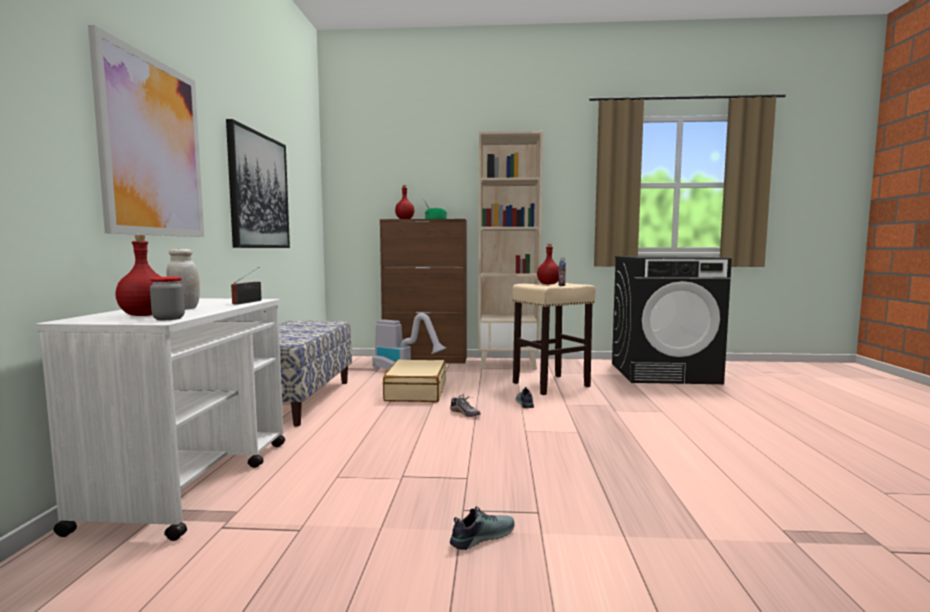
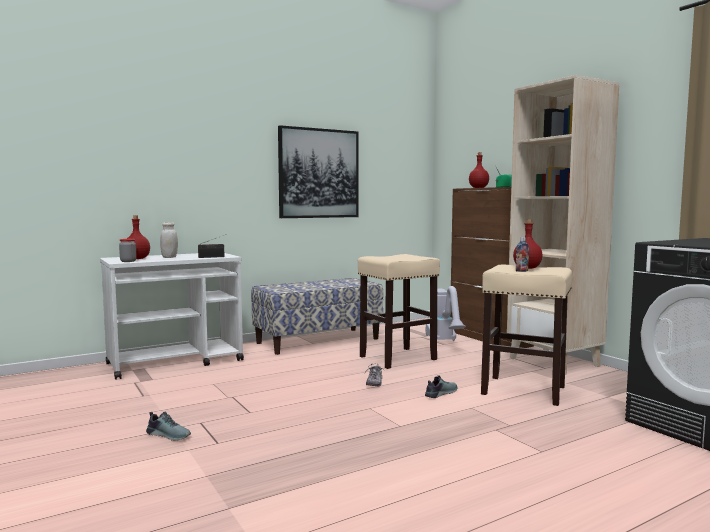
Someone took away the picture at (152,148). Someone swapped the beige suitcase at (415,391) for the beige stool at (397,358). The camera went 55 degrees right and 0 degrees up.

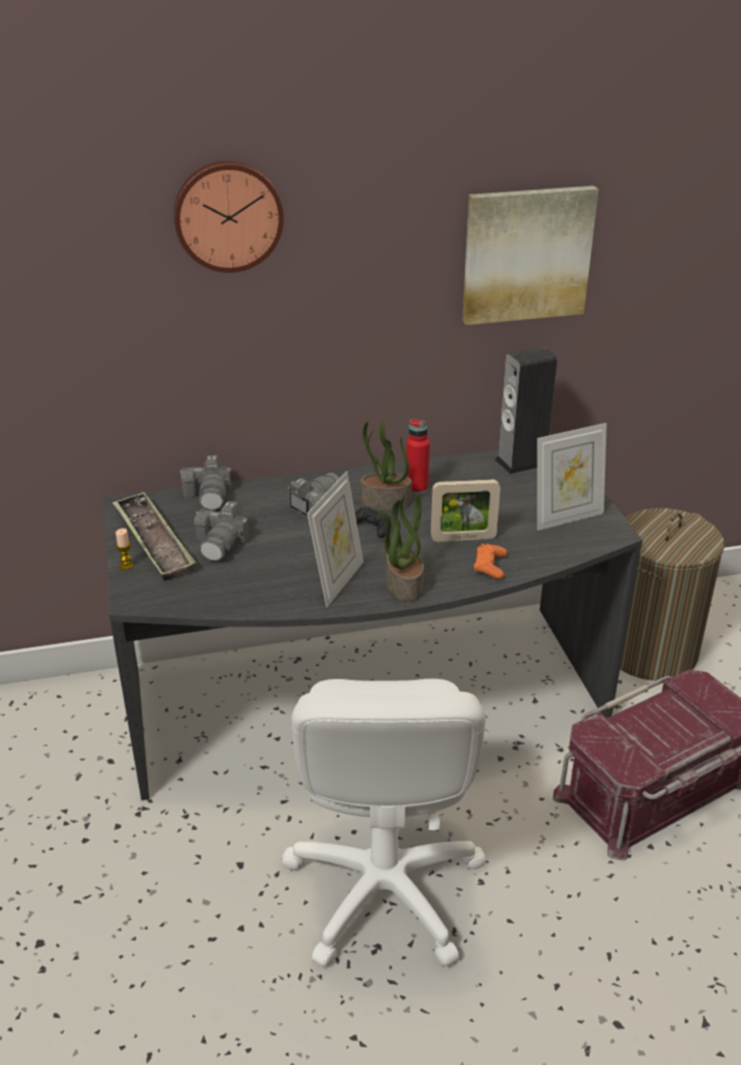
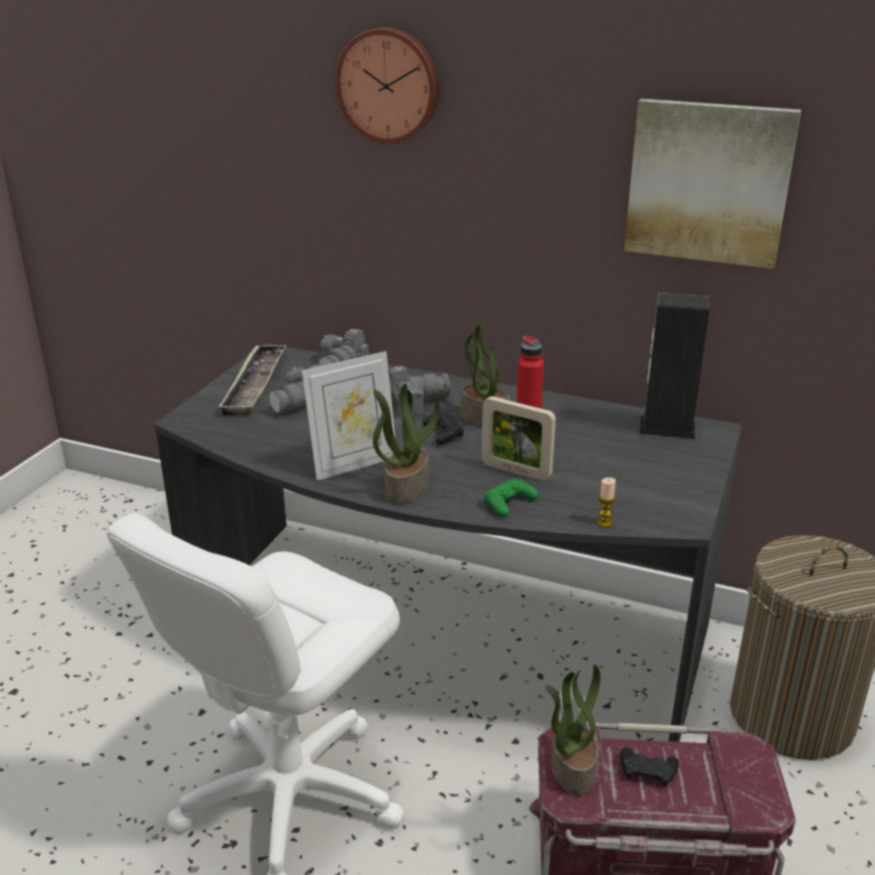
Someone took away the picture frame at (566,518). Someone put down the potted plant at (571,768). Someone put down the black game controller at (647,771). Someone carried the candle from (126,565) to (604,522). Someone repainted the orange game controller at (490,566), which became the green game controller at (509,503). The camera went 35 degrees right and 5 degrees down.

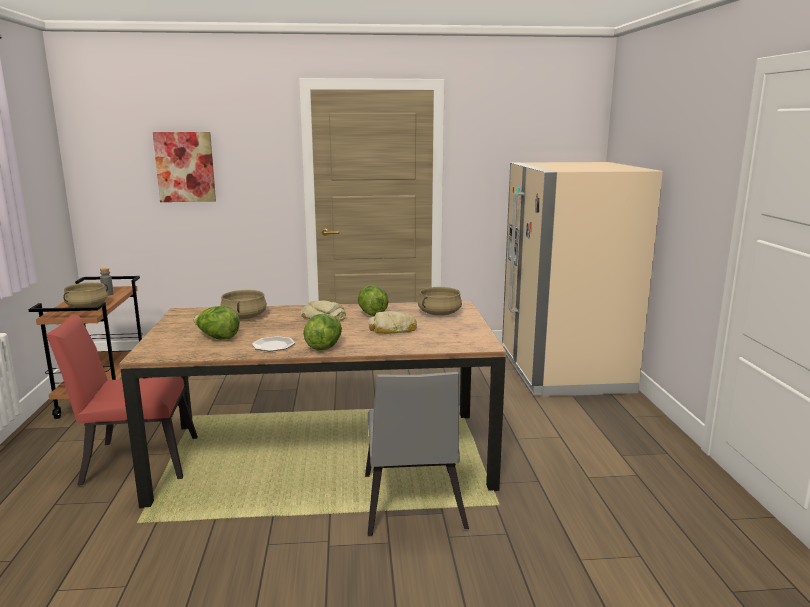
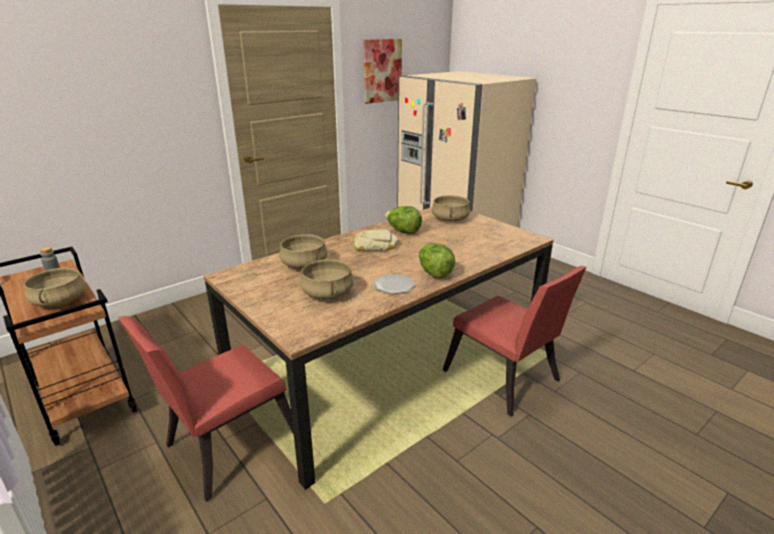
Someone took away the bread at (392,329). Someone carried the picture from (185,167) to (382,71). Someone swapped the lettuce at (217,338) for the beige cooking pot at (328,293). Someone repainted the grey chair at (411,506), which became the red chair at (505,380). The camera went 35 degrees left and 10 degrees up.

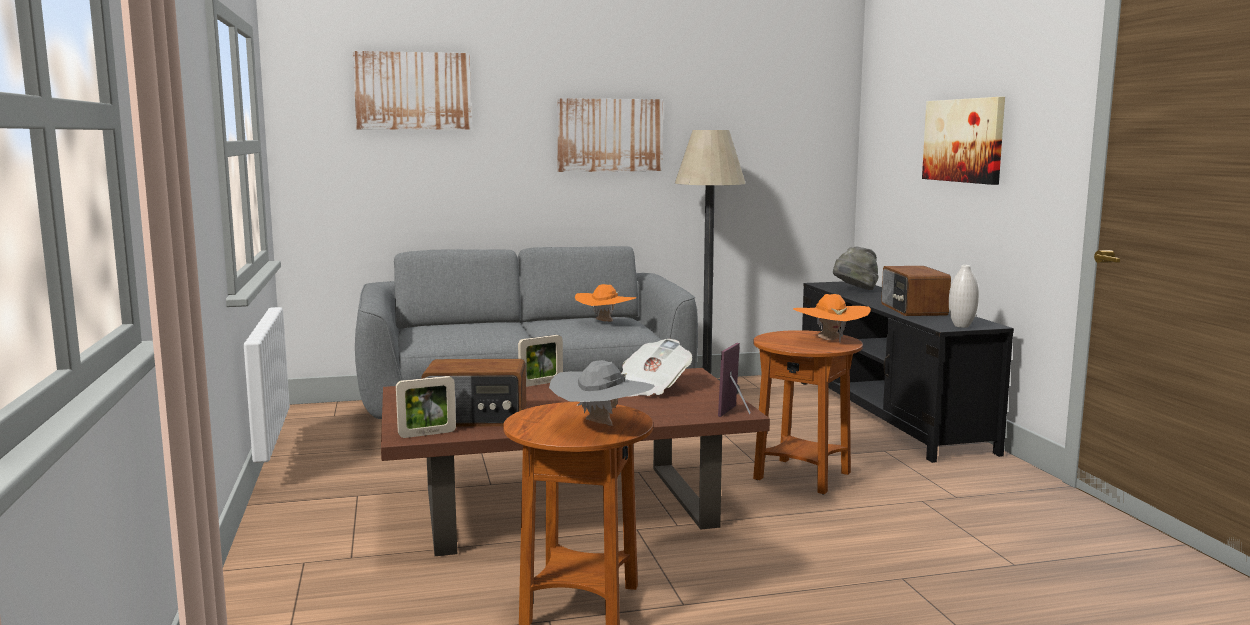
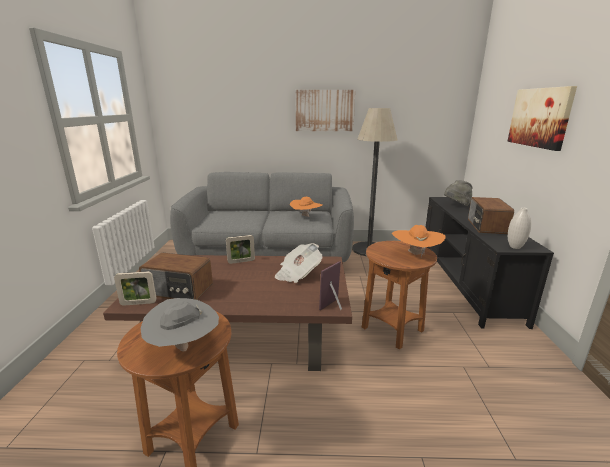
Someone took away the picture at (413,91). The camera went 15 degrees right and 10 degrees up.

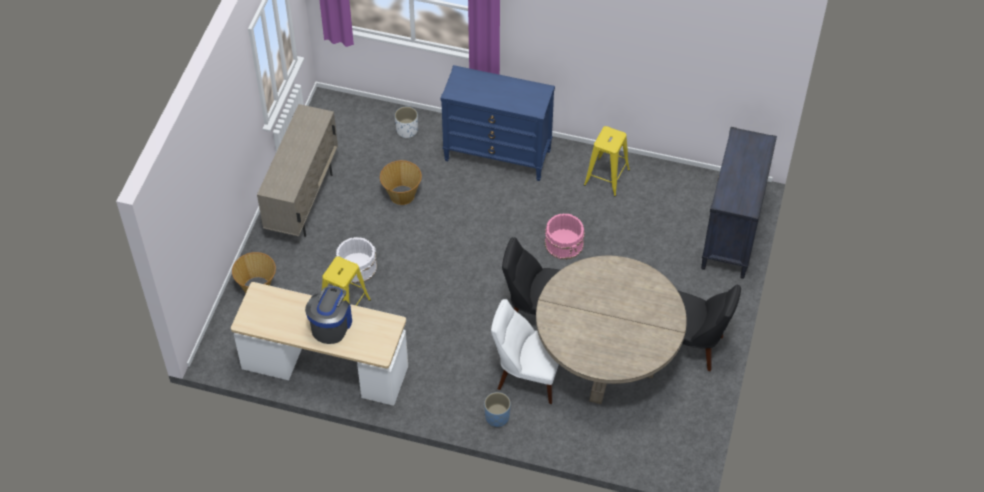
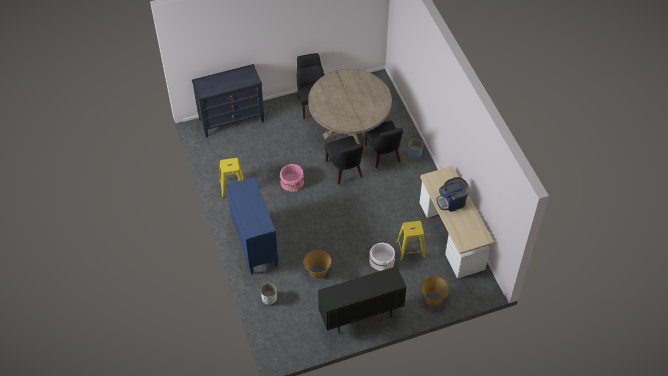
Someone repainted the beige cabinet at (303,201), which became the black cabinet at (360,316). Someone repainted the white chair at (527,376), which became the black chair at (383,154). The camera went 125 degrees left and 0 degrees up.

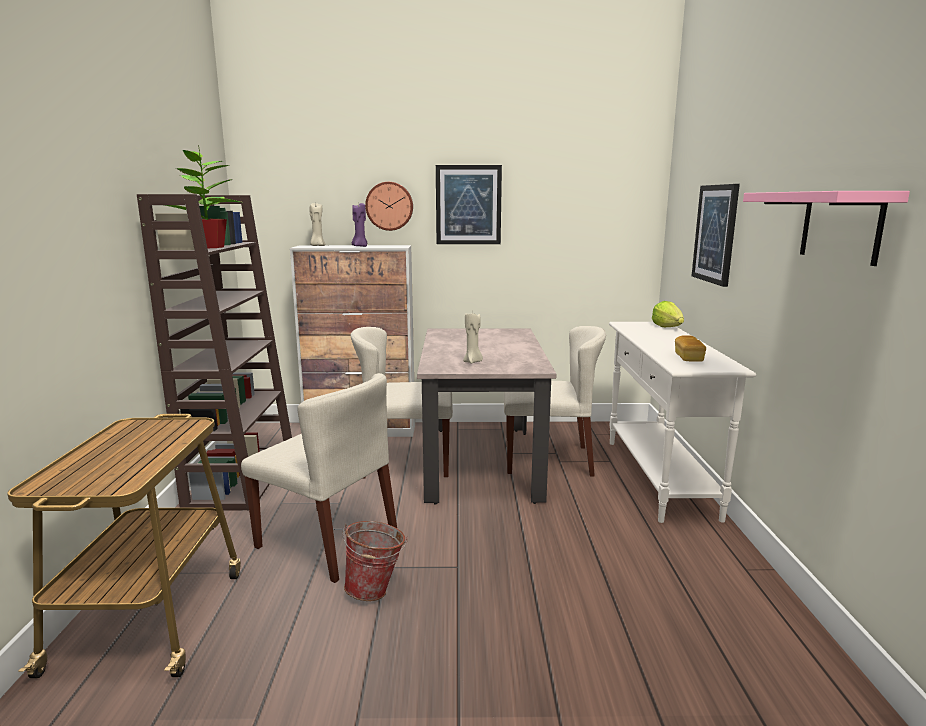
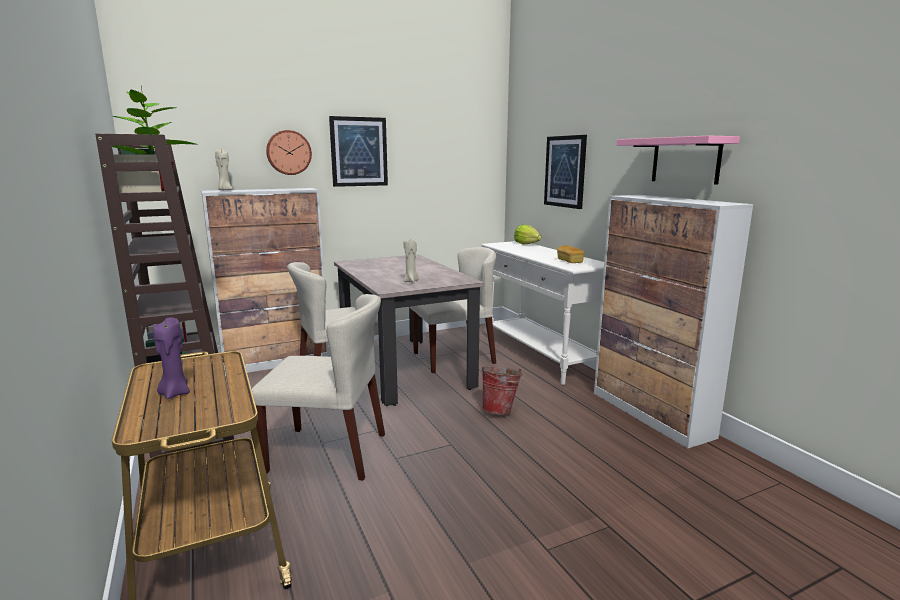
Someone put down the cabinet at (651,414). Someone carried the bucket from (376,591) to (501,410). Someone carried the purple candle from (360,246) to (175,393). The camera went 25 degrees left and 0 degrees up.

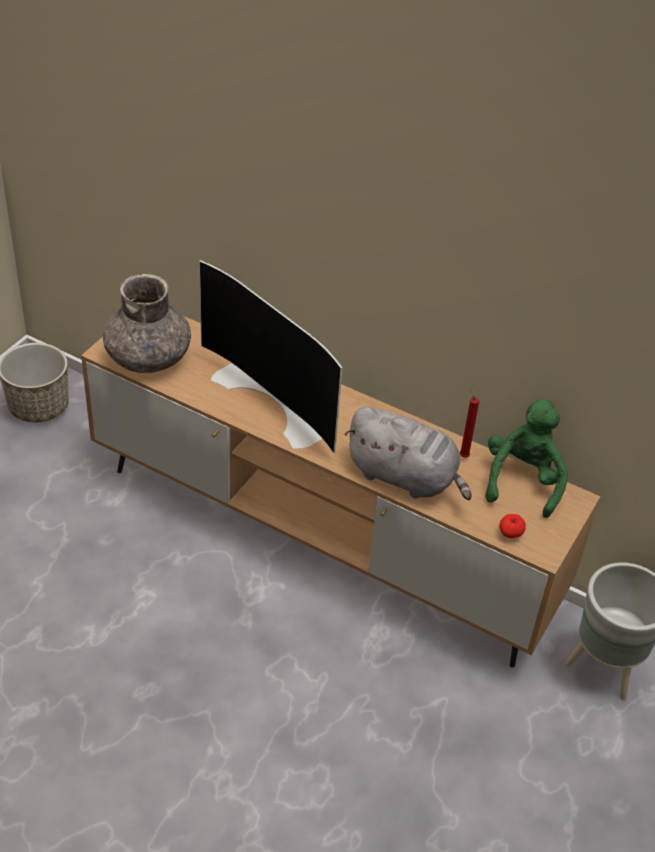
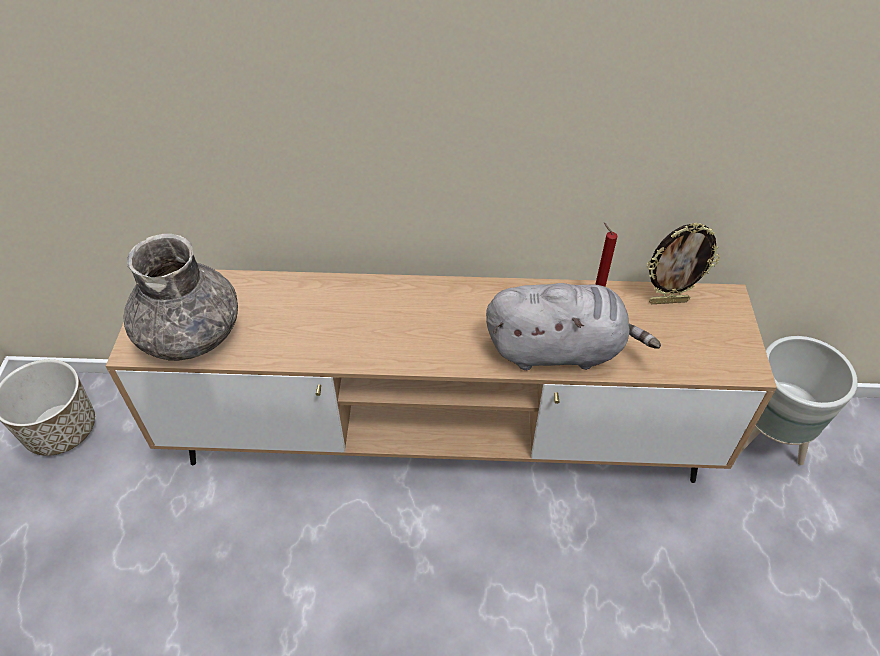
Someone took away the television at (276,400). Someone took away the apple at (510,534). Someone swapped the green plush toy at (522,481) for the picture frame at (668,301). The camera went 25 degrees left and 5 degrees up.

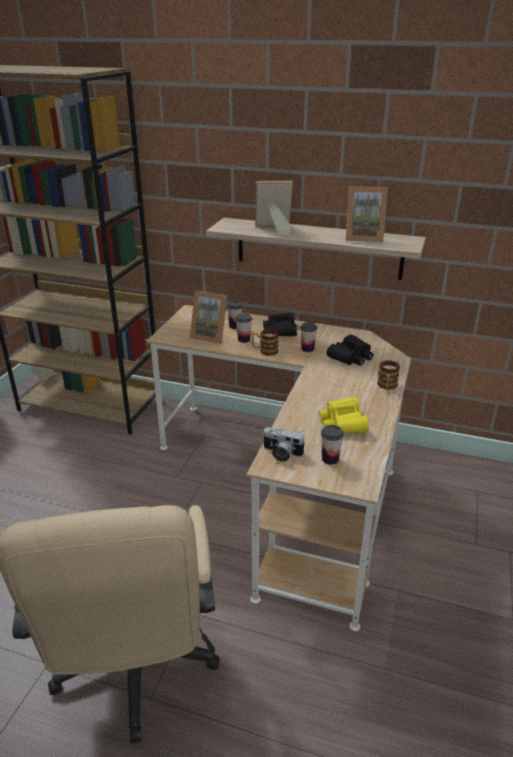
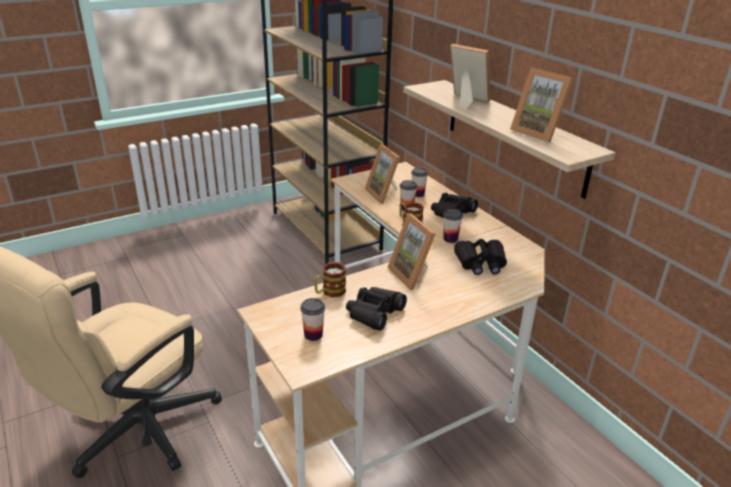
Someone took away the photo camera at (281,453). Someone put down the picture frame at (413,274). Someone carried the mug from (386,386) to (329,292). Someone repainted the yellow binoculars at (343,422), which became the black binoculars at (374,313). The camera went 40 degrees right and 0 degrees up.

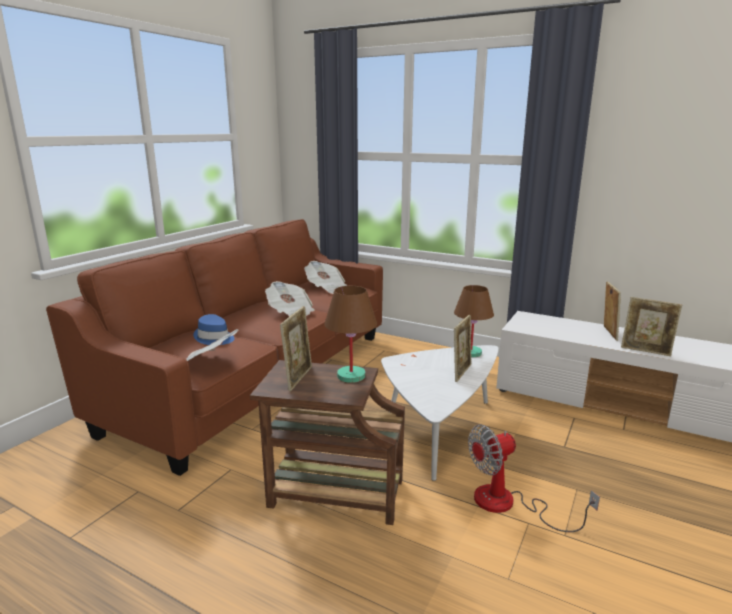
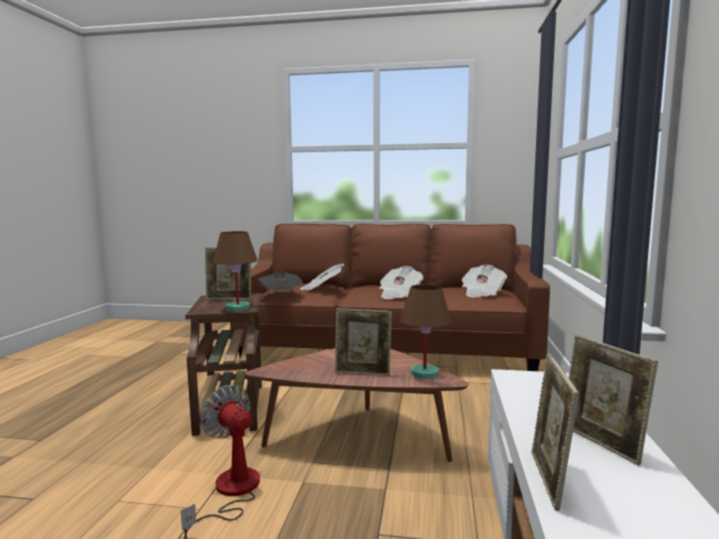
Someone swapped the blue hat at (214,338) for the newspaper at (321,289). Someone repainted the white coffee table at (438,429), which became the brown coffee table at (359,437). Someone rotated the picture frame at (608,333) by 75 degrees clockwise. The camera went 70 degrees right and 10 degrees down.

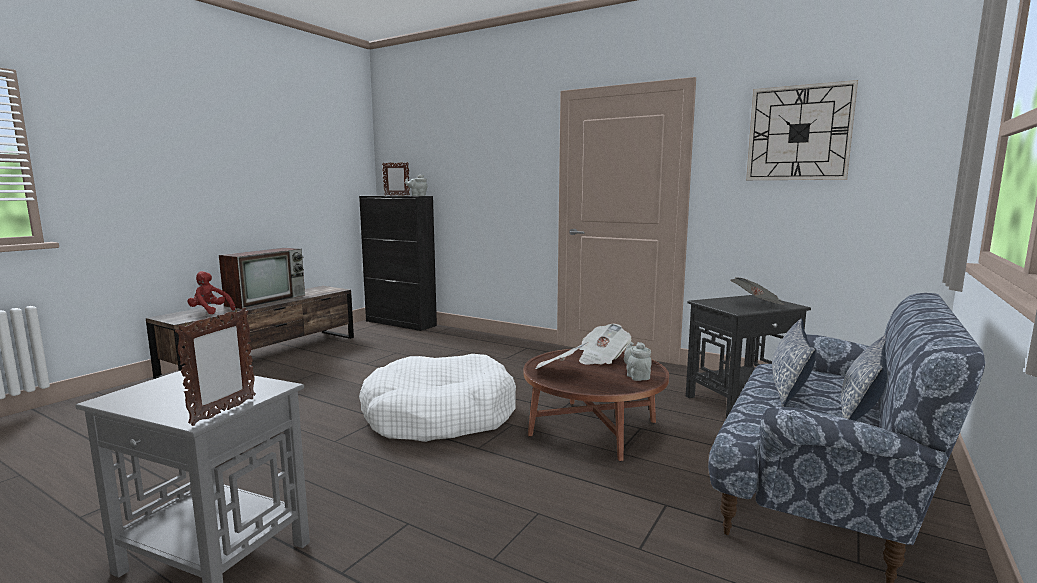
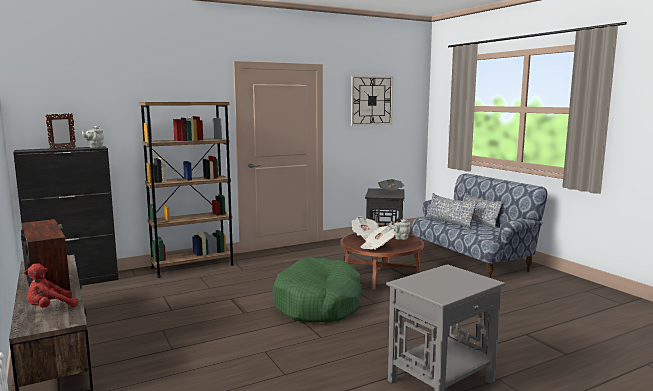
Someone took away the picture frame at (223,411). Someone put down the brown bookcase at (192,266). Someone repainted the white dog bed at (439,416), which became the green dog bed at (318,304). The camera went 60 degrees left and 0 degrees up.

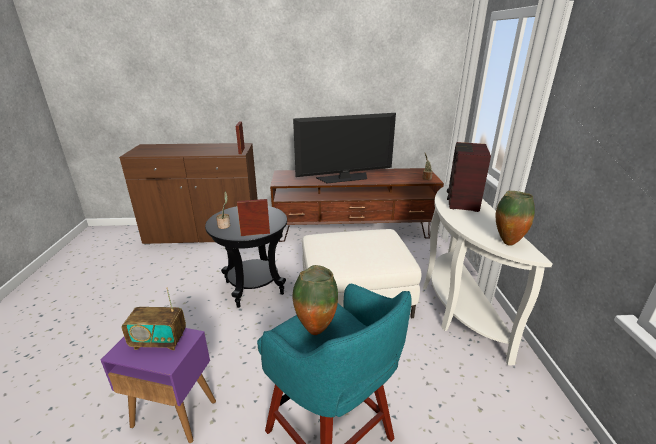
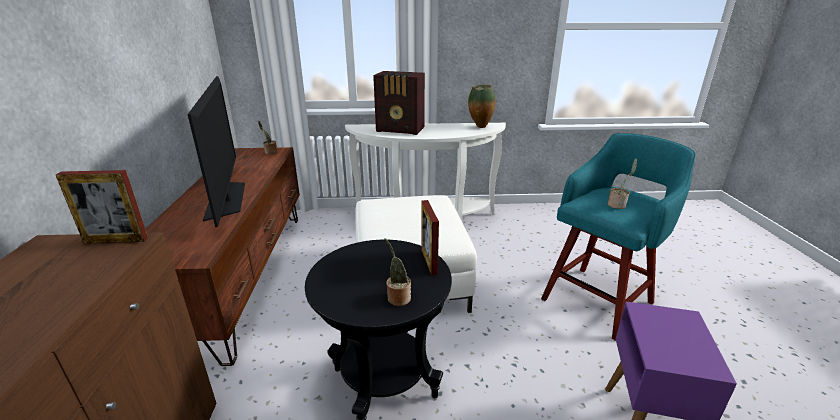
Someone took away the radio at (159,341). Someone swapped the vase at (315,329) for the potted plant at (617,205). The camera went 90 degrees left and 0 degrees up.

